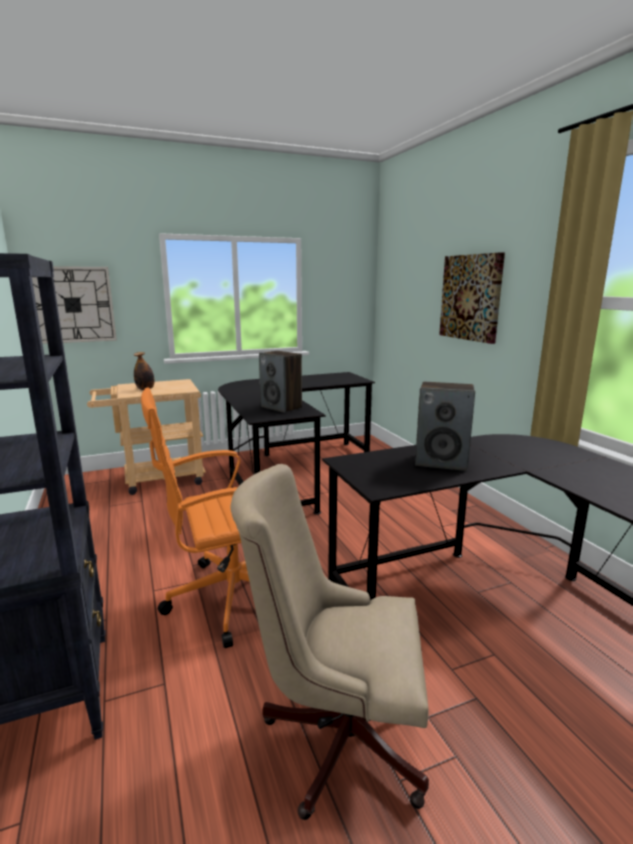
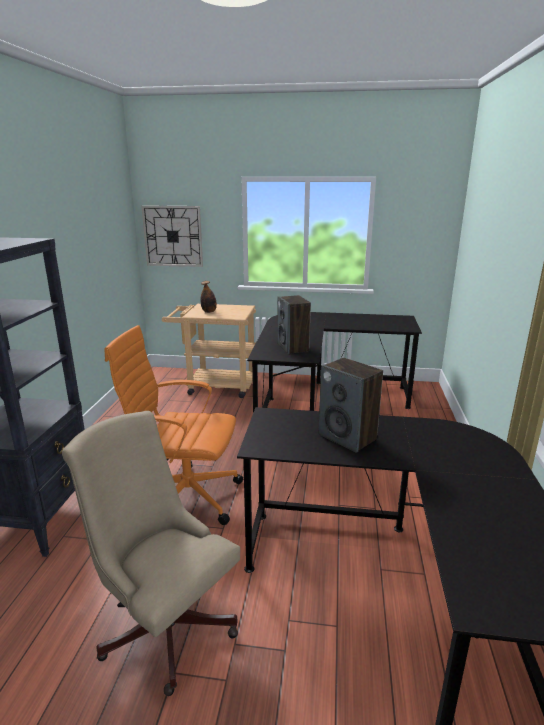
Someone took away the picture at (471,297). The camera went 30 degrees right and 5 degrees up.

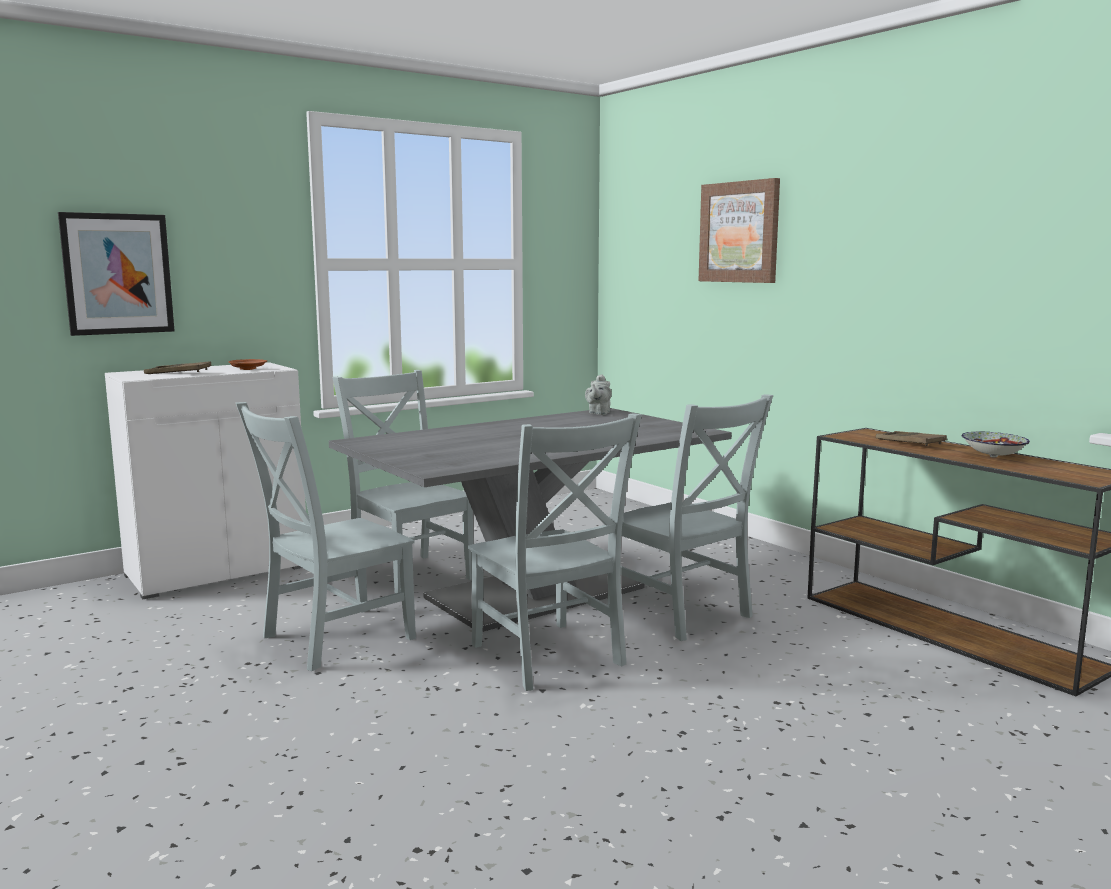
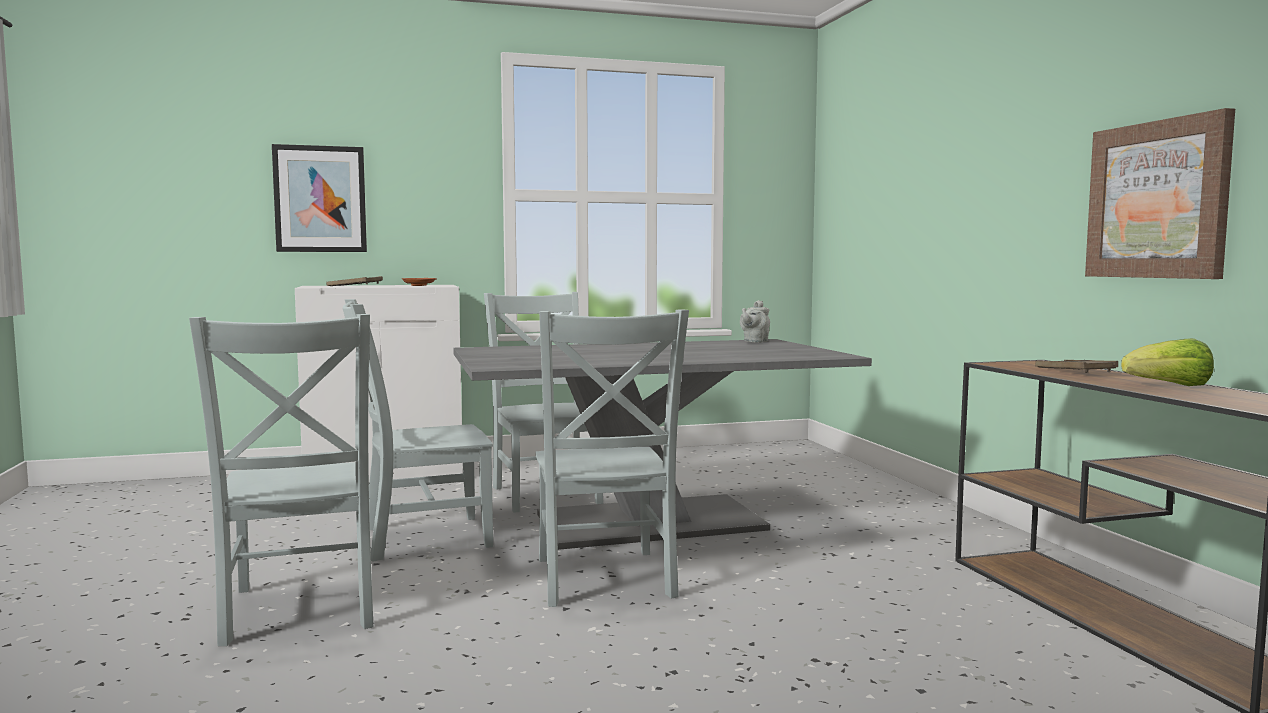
Someone carried the grey chair from (682,614) to (299,611). Someone carried the picture from (739,232) to (1157,200). Someone swapped the bowl at (993,456) for the lettuce at (1170,386). The camera went 20 degrees right and 5 degrees down.

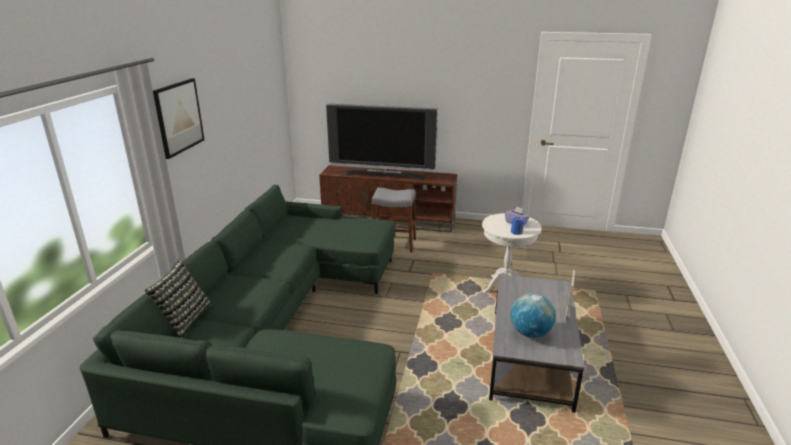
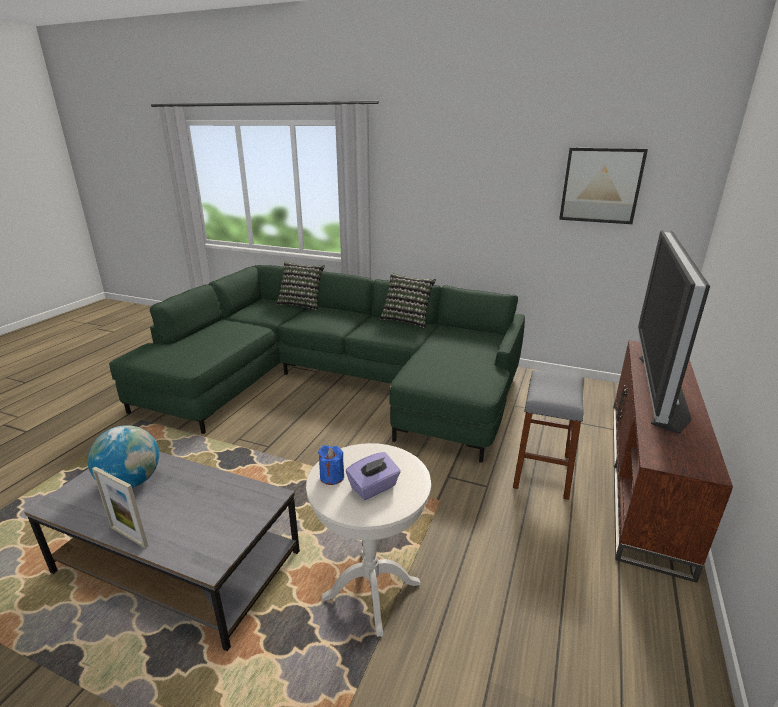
Someone put down the pillow at (407,320). Someone carried the picture from (179,117) to (601,185). The camera went 100 degrees right and 0 degrees up.

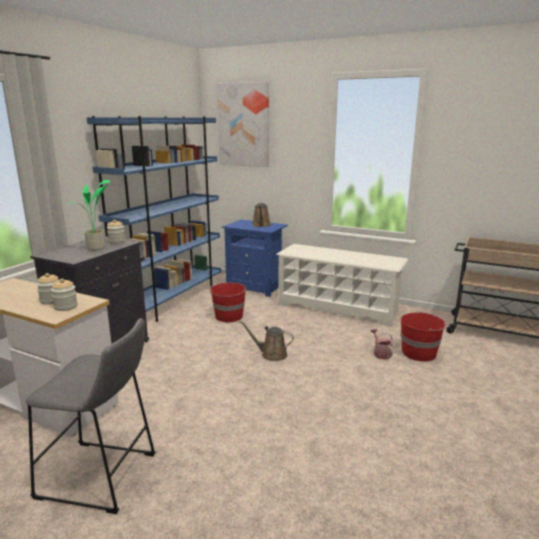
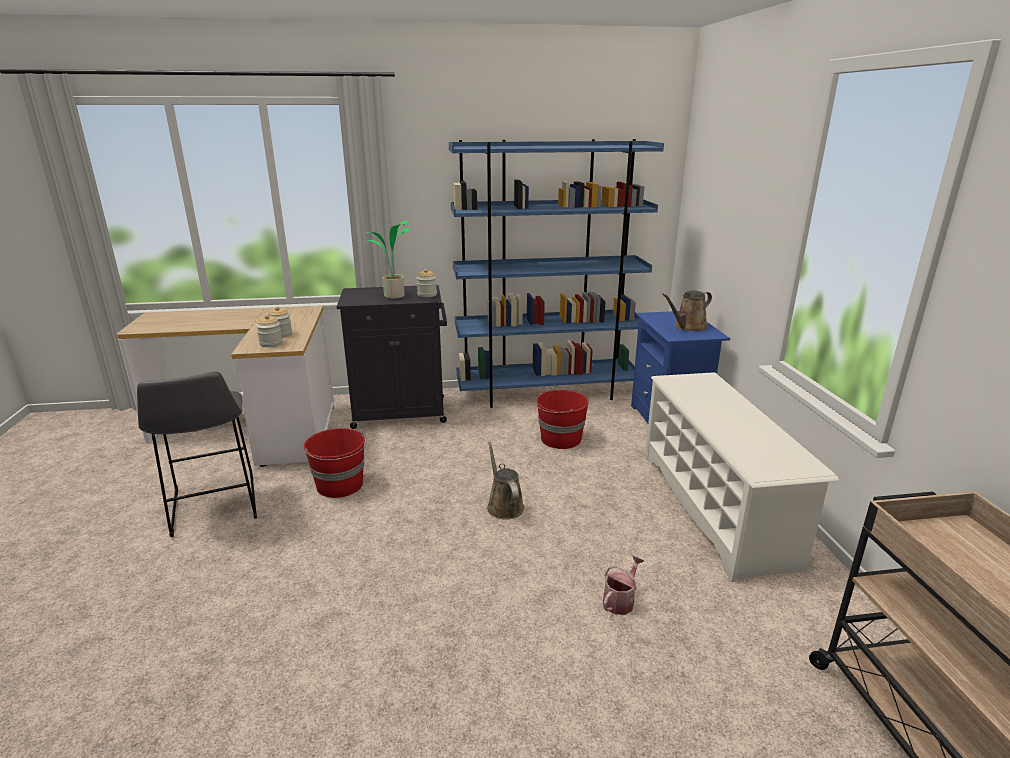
Someone took away the picture at (243,125). Someone carried the red bucket from (419,353) to (340,485). The camera went 55 degrees right and 5 degrees up.

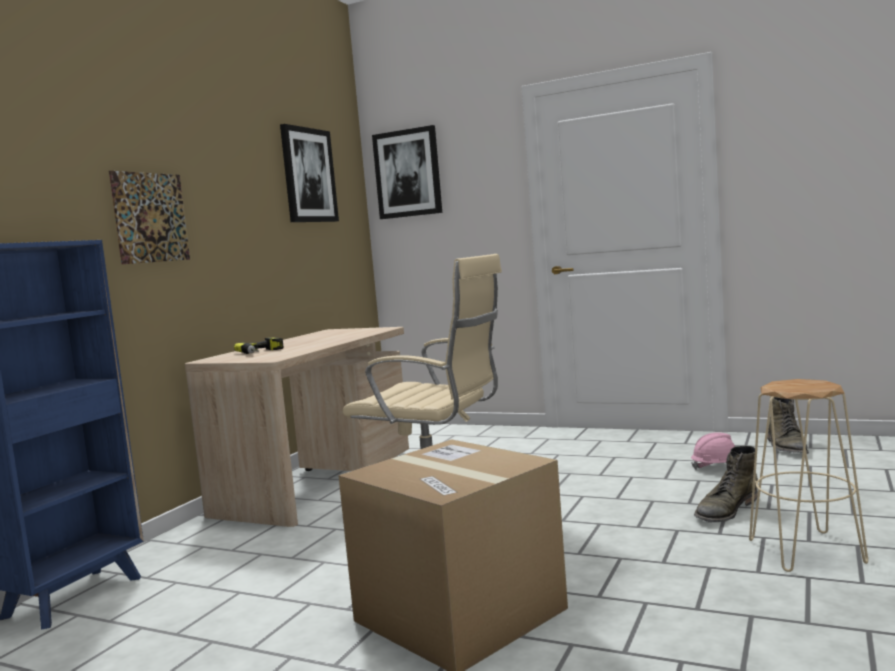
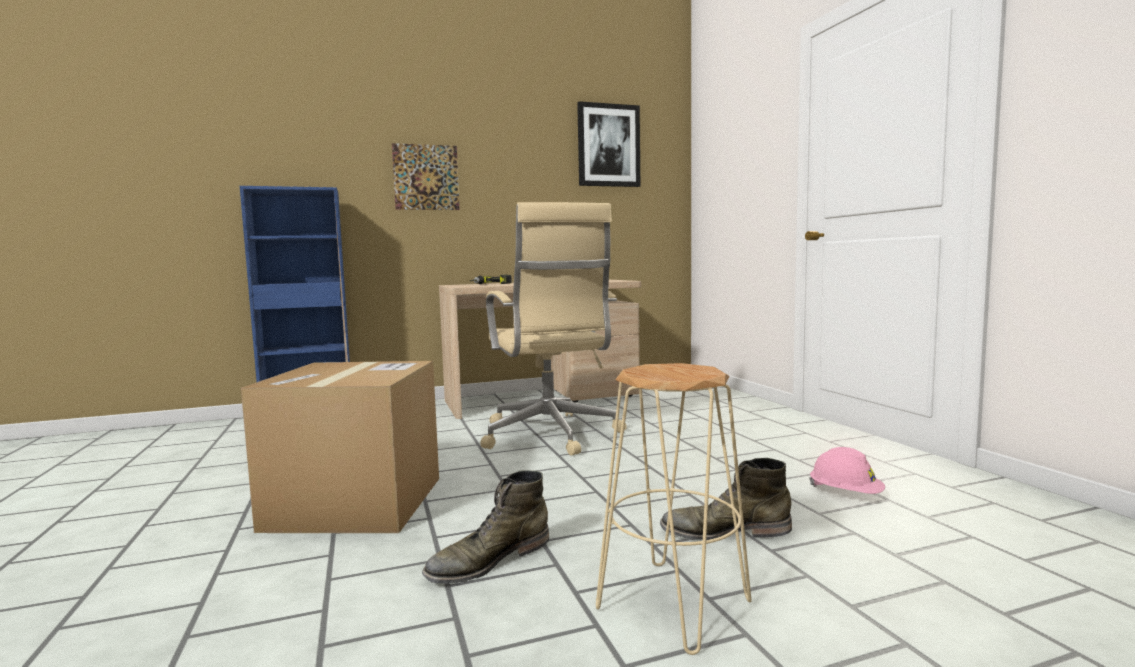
Someone took away the picture at (407,173). Someone carried the green boot from (786,447) to (488,560). The camera went 45 degrees right and 0 degrees up.

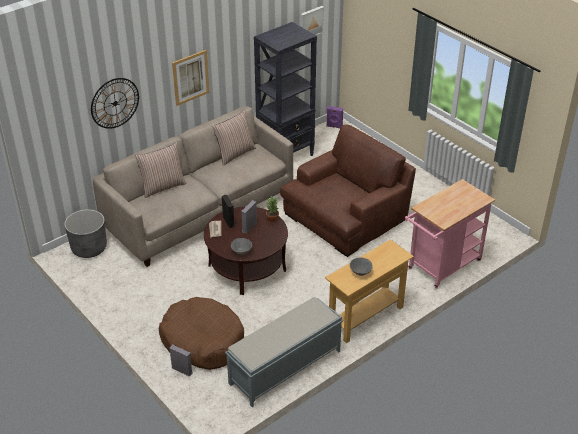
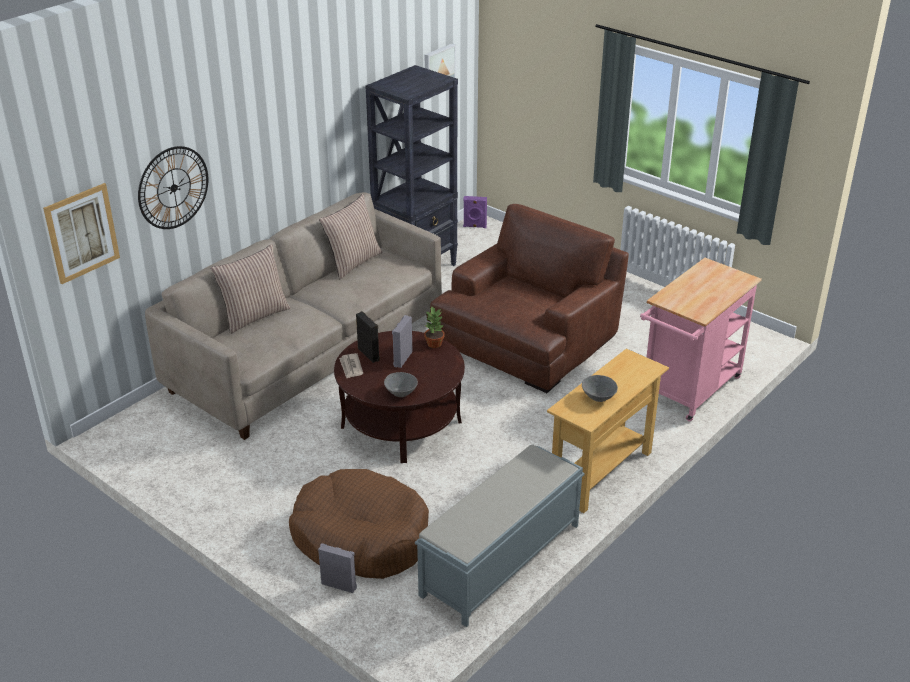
Someone took away the grey planter at (89,248). Someone carried the picture from (190,77) to (82,233). The camera went 10 degrees left and 5 degrees down.

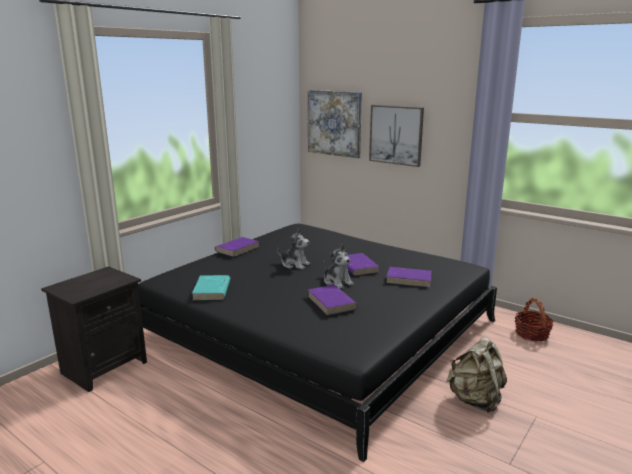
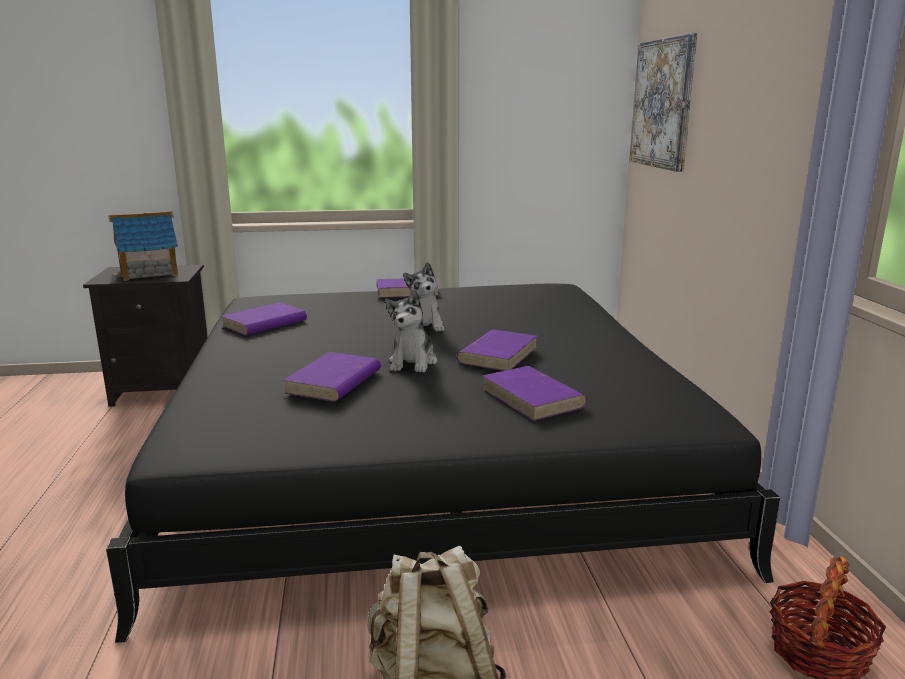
Someone took away the picture at (396,135). Someone put down the toy house at (149,272). Someone repainted the turquoise book at (212,290), which became the purple book at (264,323). The camera went 45 degrees right and 0 degrees up.

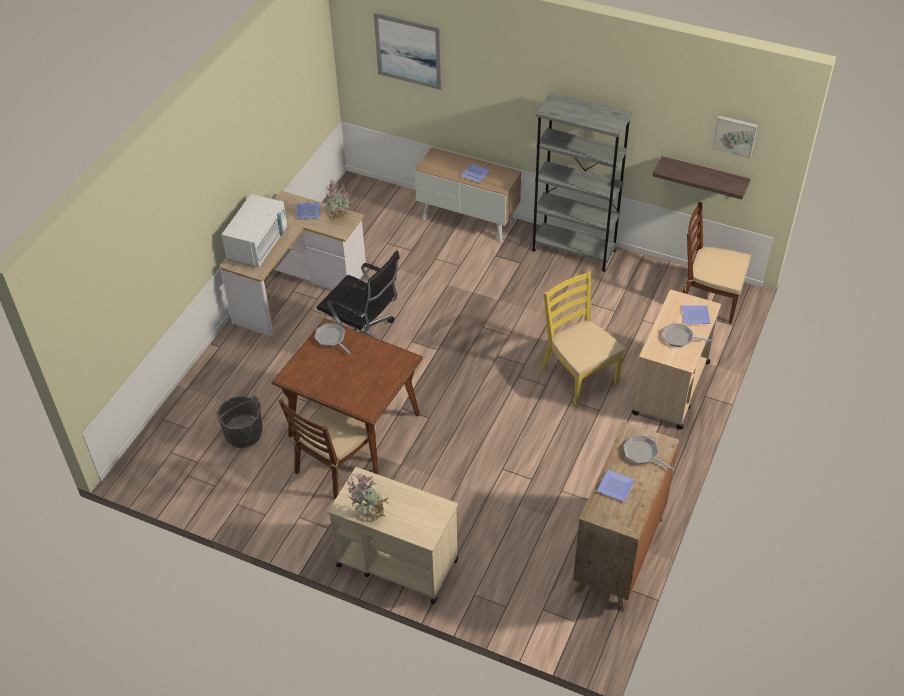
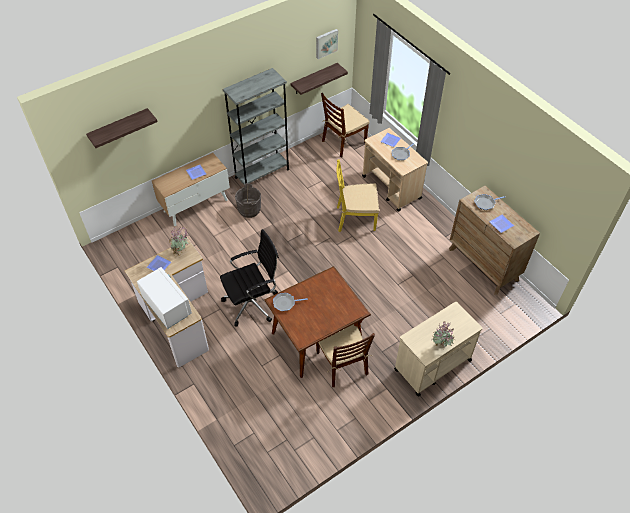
Someone carried the grey bucket from (243,434) to (249,210). Someone swapped the picture at (408,51) for the shelf at (119,127). The camera went 60 degrees left and 5 degrees up.

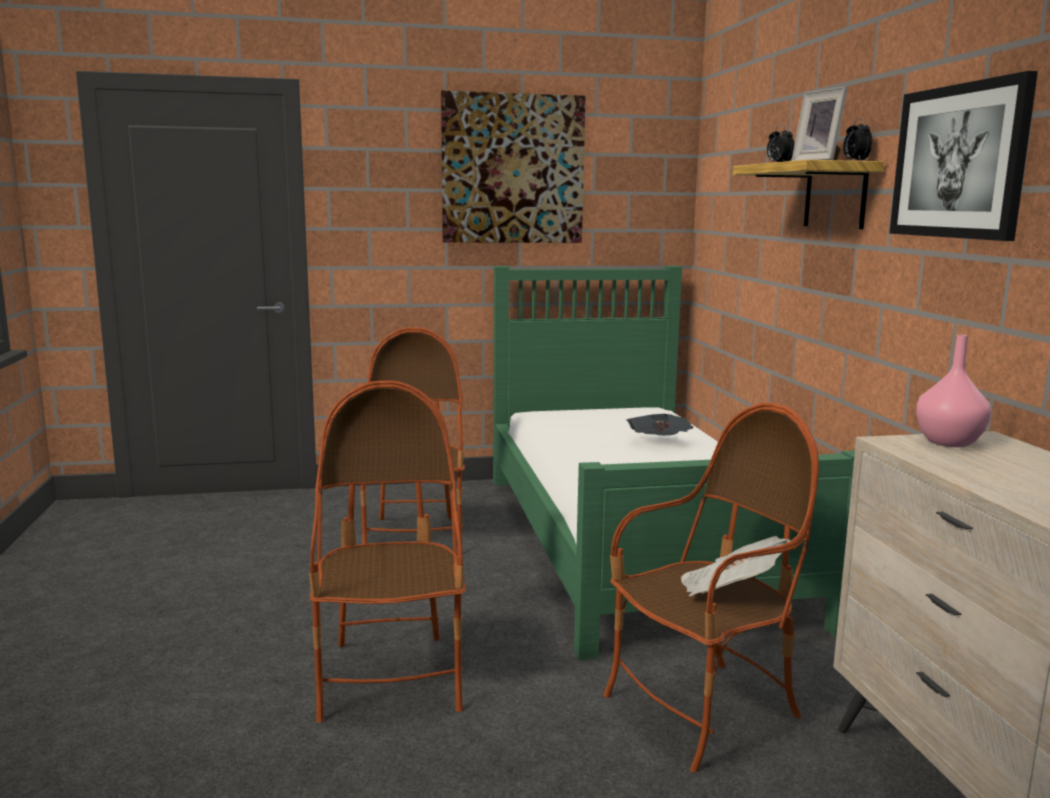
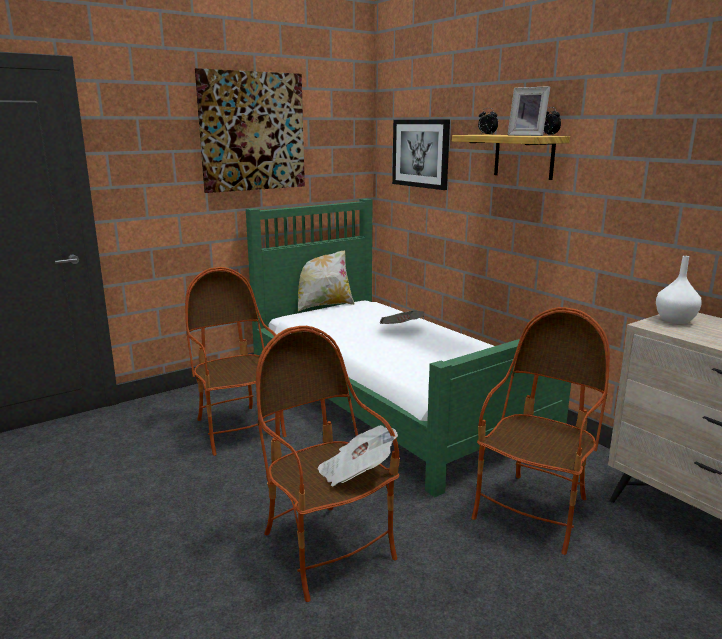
Someone put down the pillow at (323,305). Someone carried the newspaper from (730,592) to (356,473). Someone carried the picture from (959,162) to (421,153). Someone repainted the pink vase at (949,443), which became the white vase at (676,321). The camera went 25 degrees left and 5 degrees up.

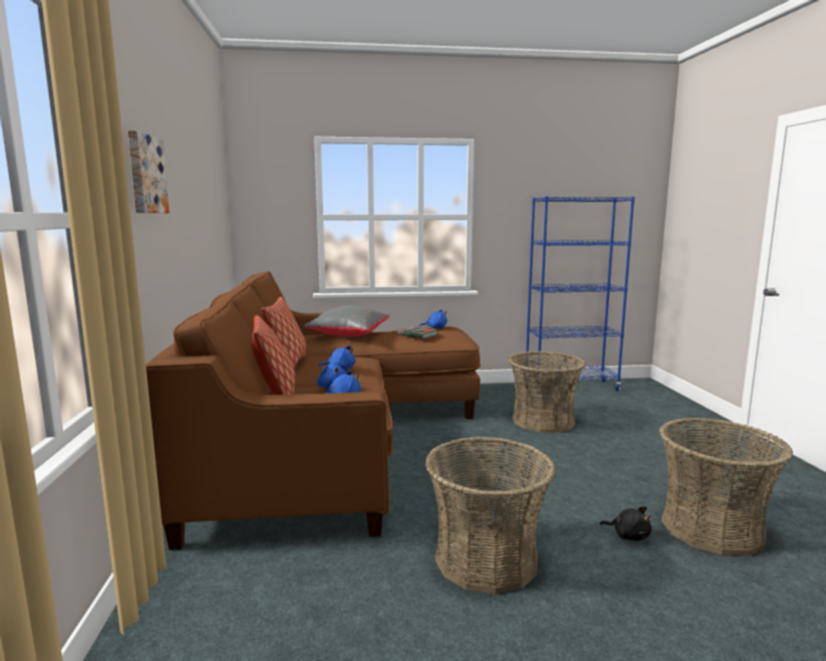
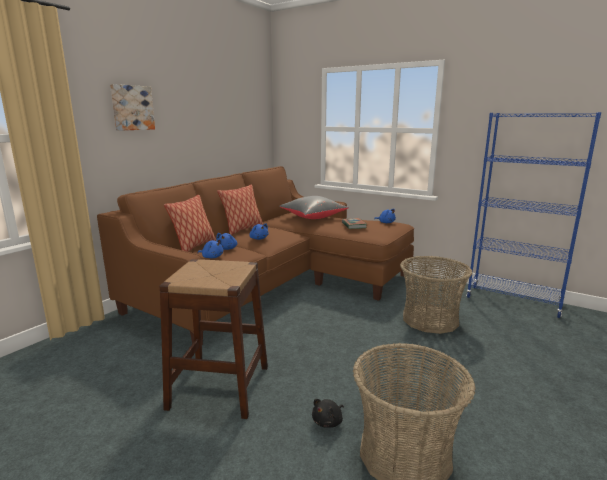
Someone swapped the basket at (486,560) for the brown stool at (219,386). Someone rotated the black plush toy at (628,535) by 60 degrees clockwise. The camera went 40 degrees right and 5 degrees up.

